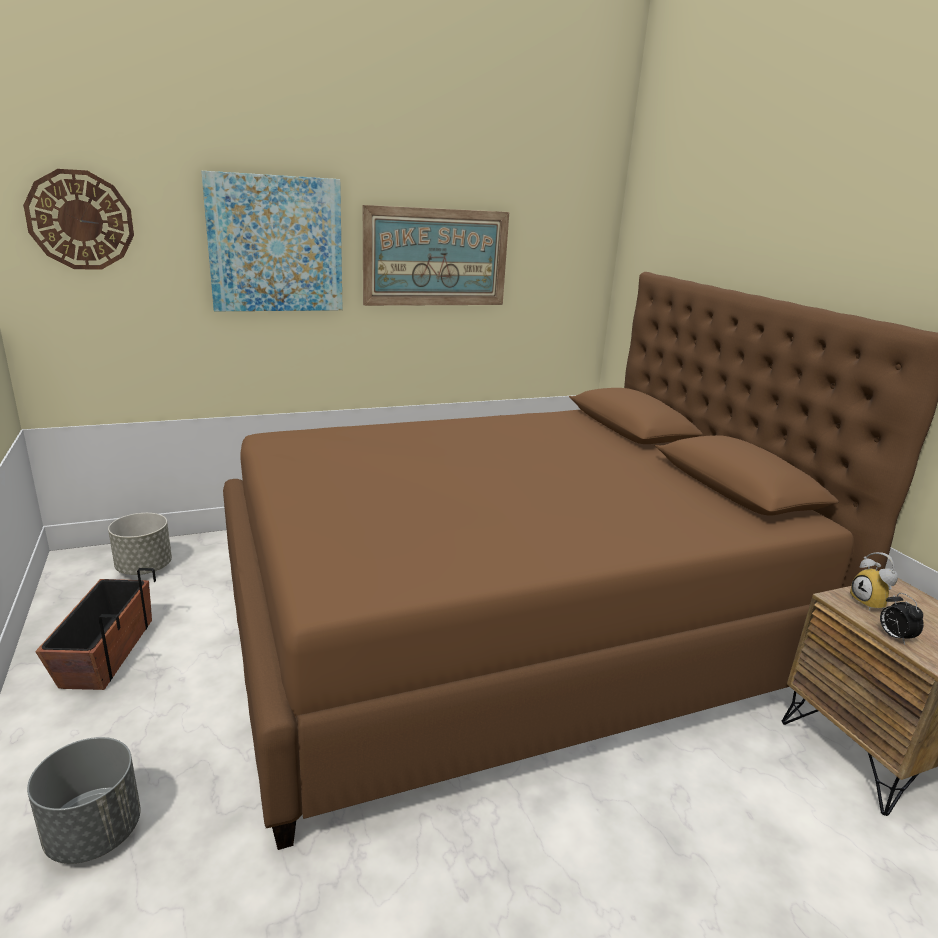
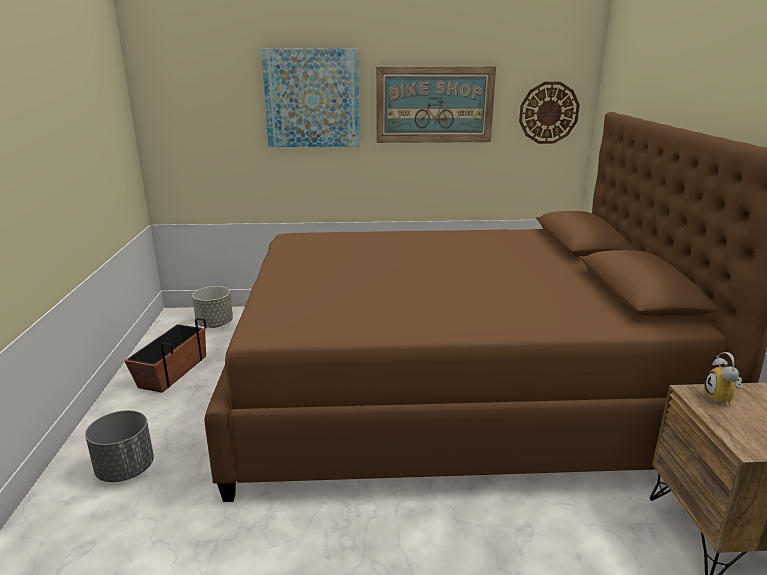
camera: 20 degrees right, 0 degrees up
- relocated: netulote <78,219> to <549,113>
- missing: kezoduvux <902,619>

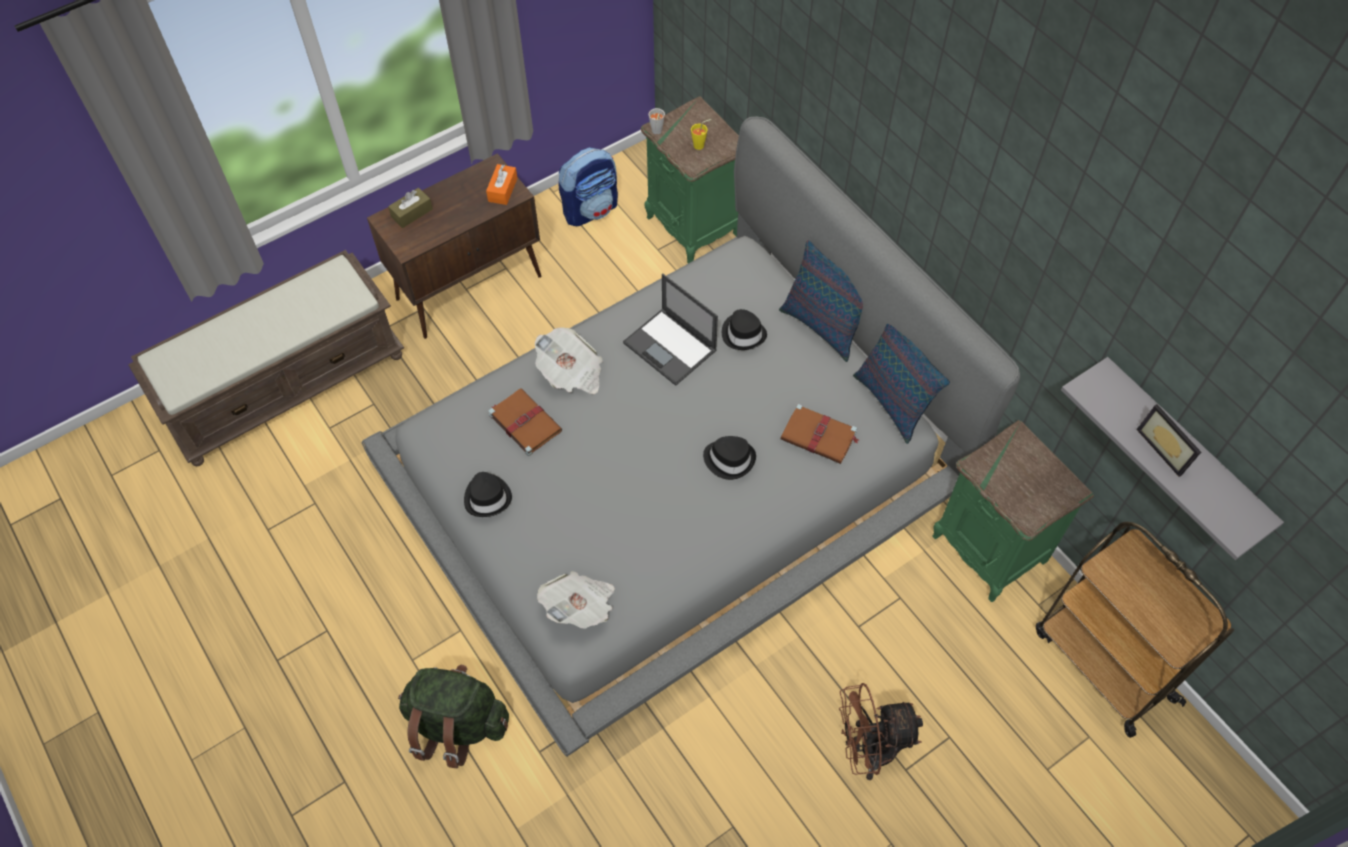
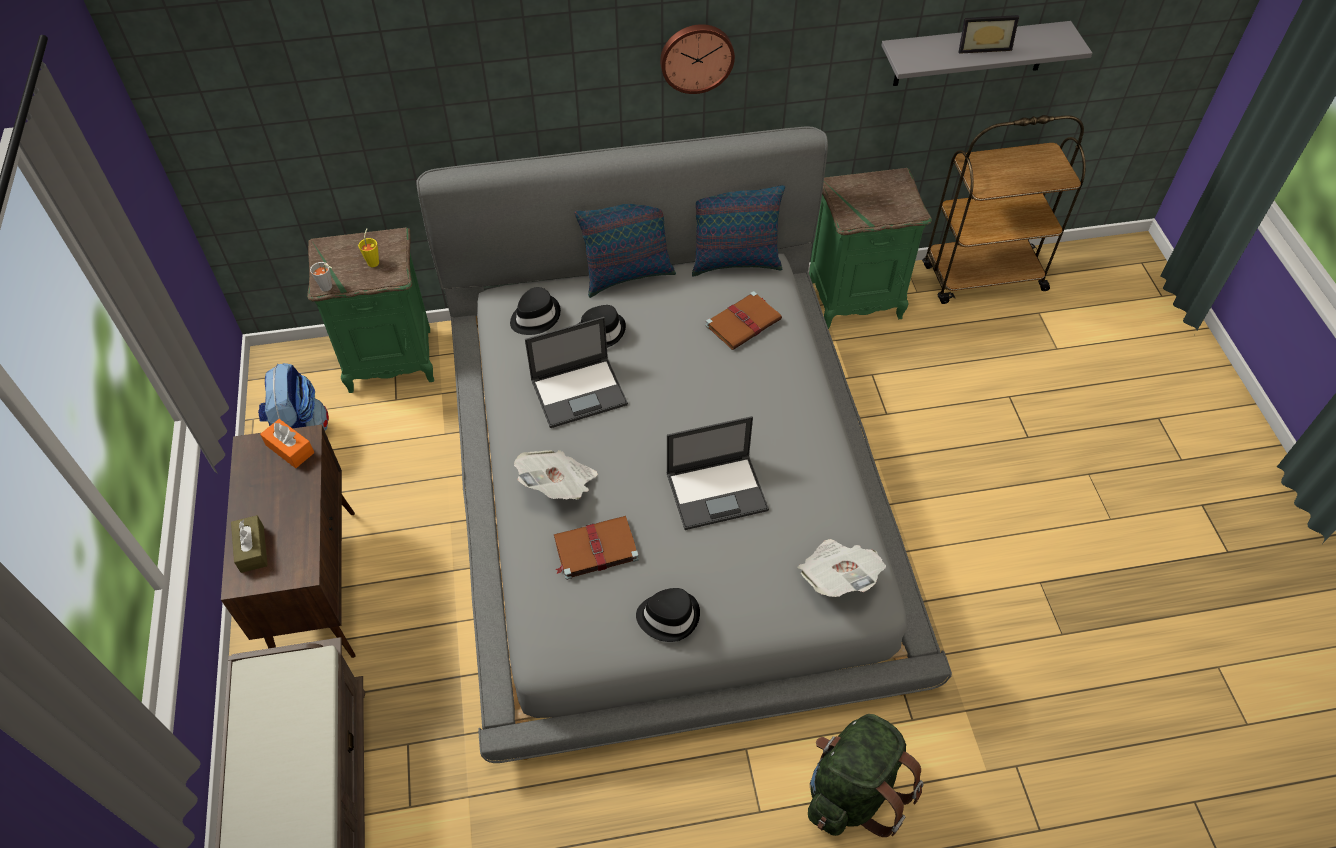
camera: 65 degrees left, 5 degrees down
- relocated: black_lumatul <729,458> to <535,311>
- appeared: netulote <697,59>
- appeared: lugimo <718,473>
- missing: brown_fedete <881,731>

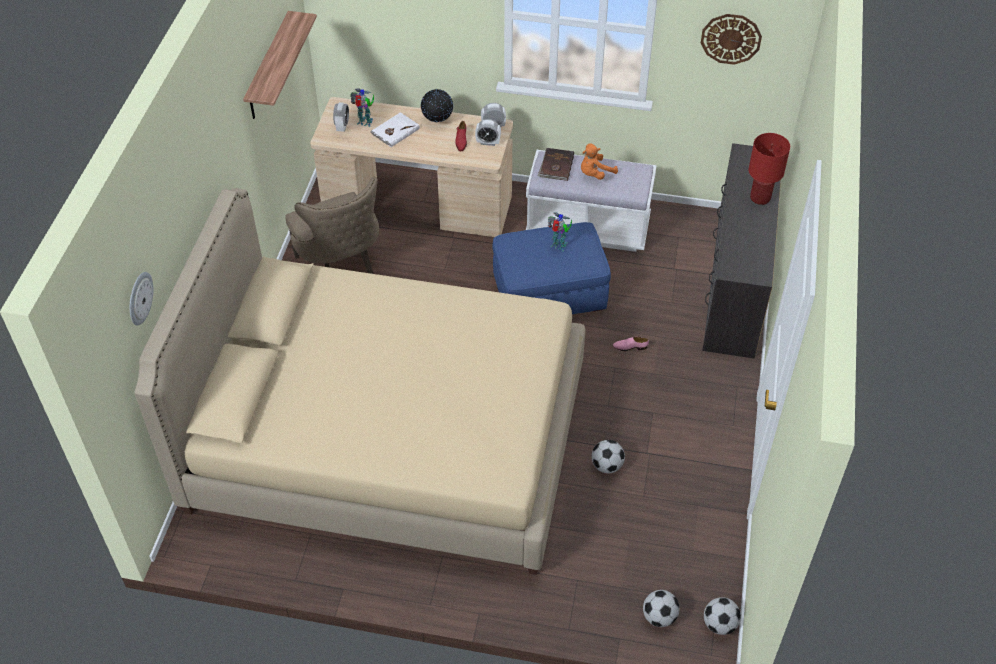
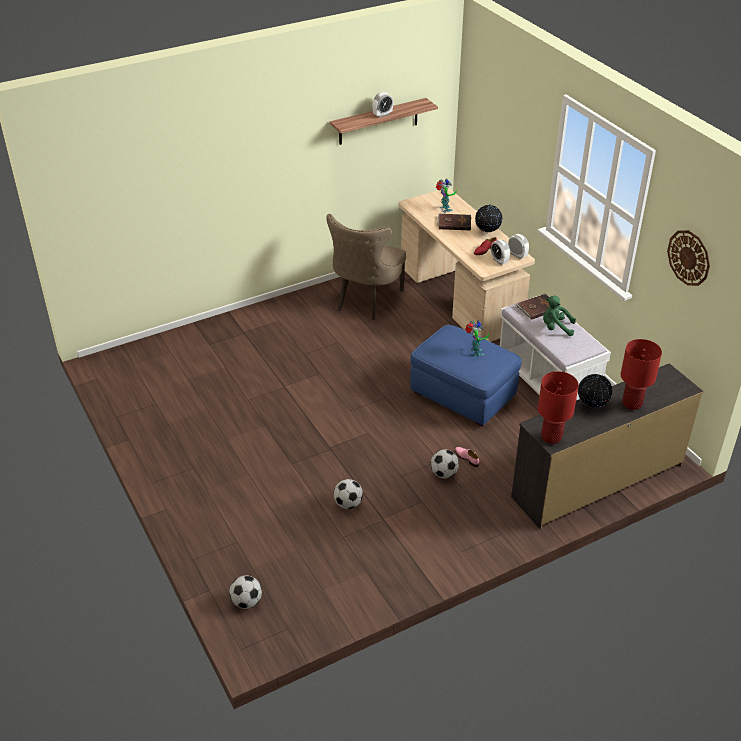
camera: 50 degrees right, 10 degrees down
- relocated: kezoduvux <341,117> to <382,105>
- relocated: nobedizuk <722,616> to <445,463>
- colour: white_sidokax <395,129> to brown_sidokax <454,222>
- appeared: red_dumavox <558,407>
- colour: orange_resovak <599,161> to green_resovak <559,316>
- appeared: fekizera <595,391>
- missing: netulote <141,298>
- missing: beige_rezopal <360,381>

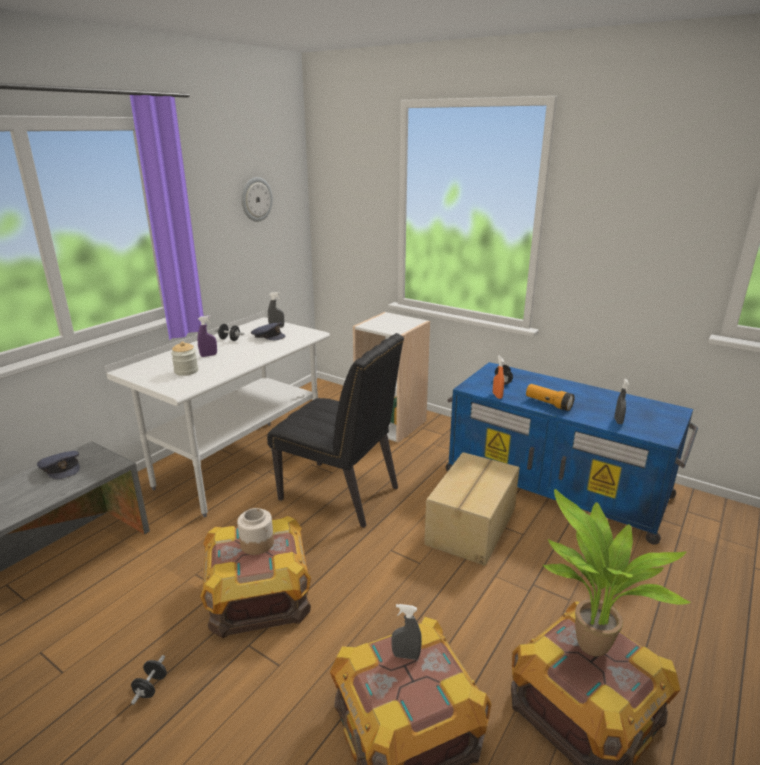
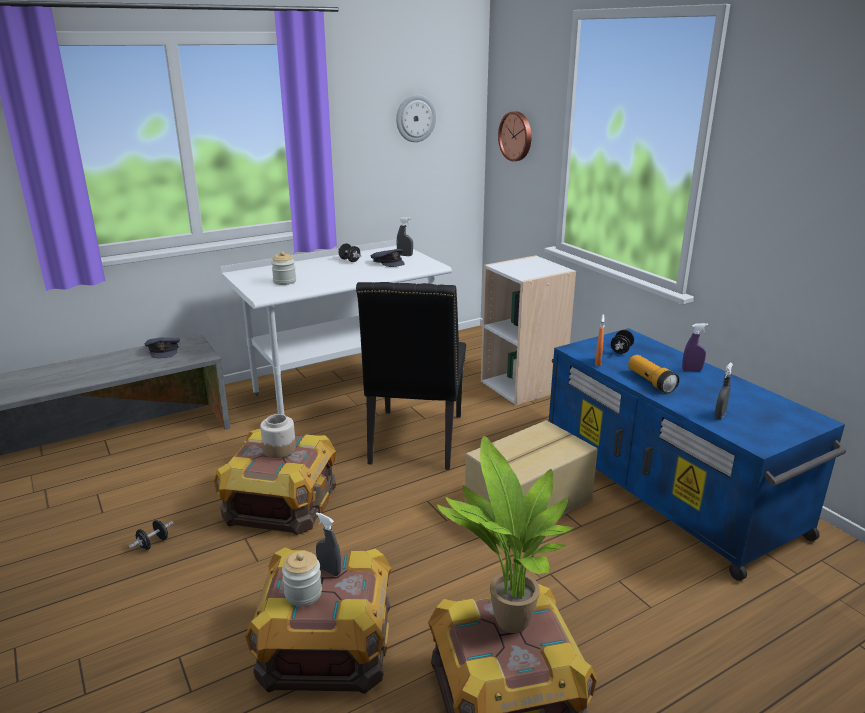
camera: 25 degrees right, 0 degrees up
- appeared: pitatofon <302,578>
- spun: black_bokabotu <335,430> = <411,376> 45 degrees clockwise
- appeared: netulote <515,136>
- relocated: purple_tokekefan <207,336> to <695,347>

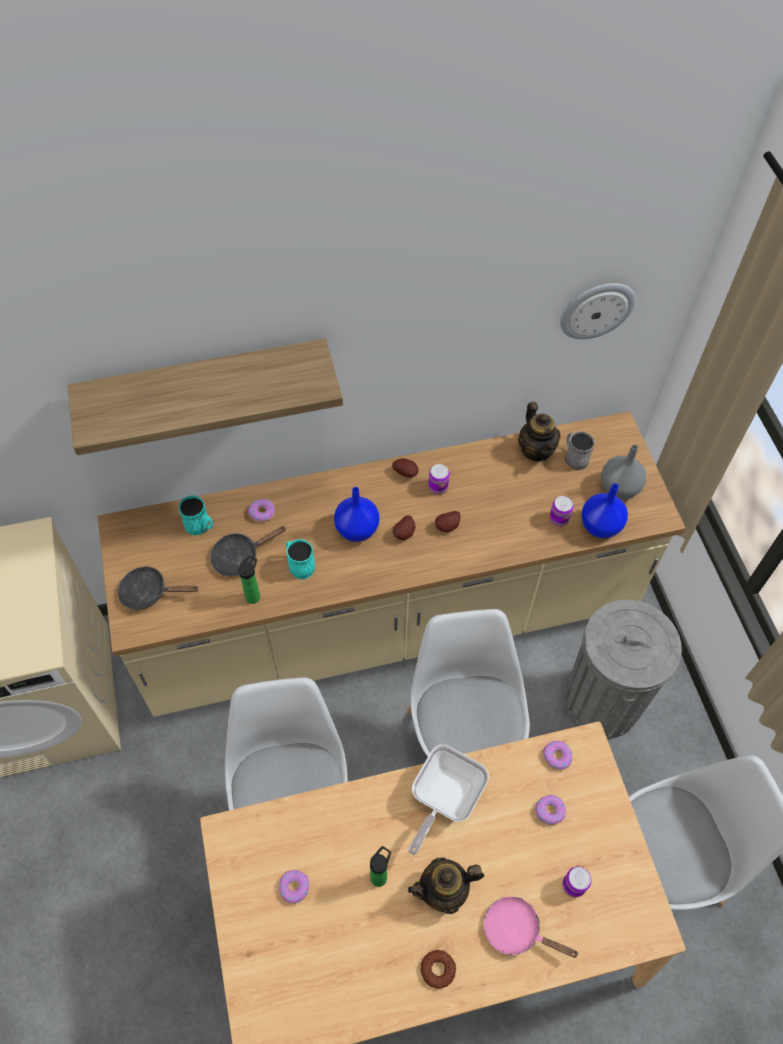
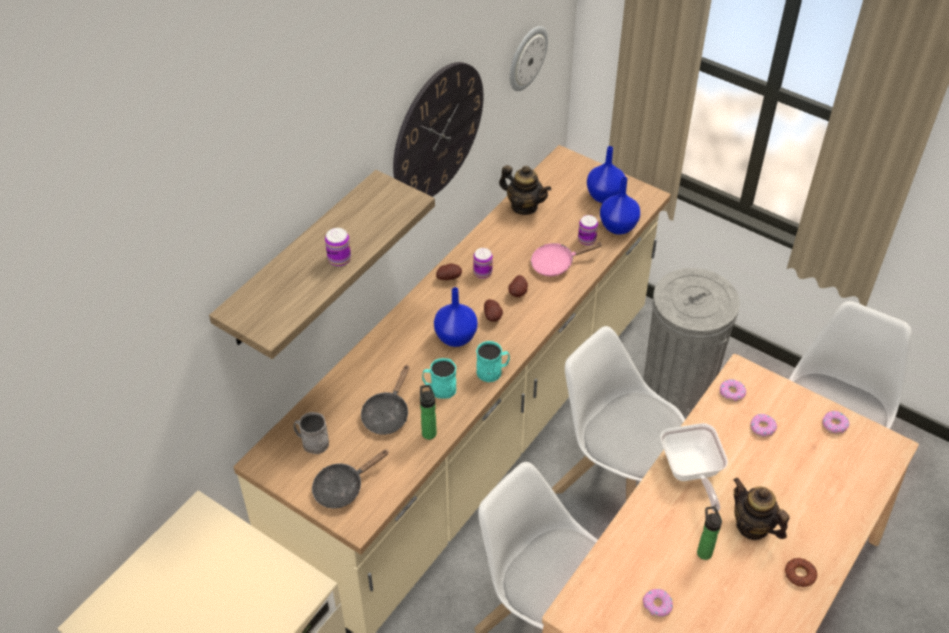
camera: 40 degrees left, 10 degrees down
- relocated: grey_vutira <580,450> to <311,433>
- relocated: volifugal <577,881> to <338,247>
- appeared: netulote <438,129>
- relocated: turquoise_vutira <196,515> to <493,361>
- relocated: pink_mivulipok <531,927> to <567,259>
- colour: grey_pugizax <623,472> to blue_pugizax <606,174>
- spun: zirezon <446,886> = <761,509> 105 degrees clockwise
- relocated: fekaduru <261,510> to <835,422>

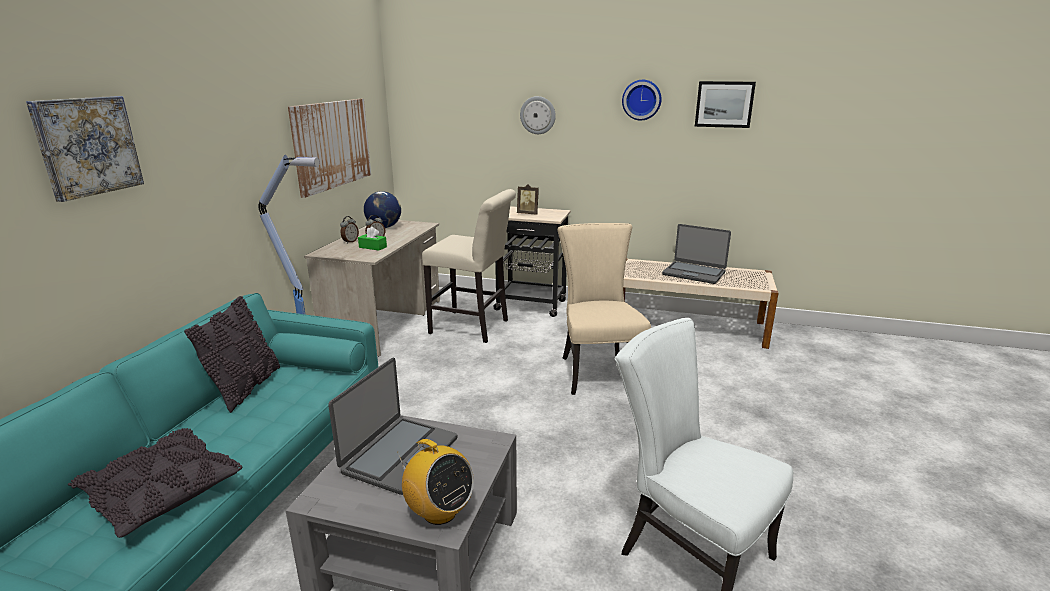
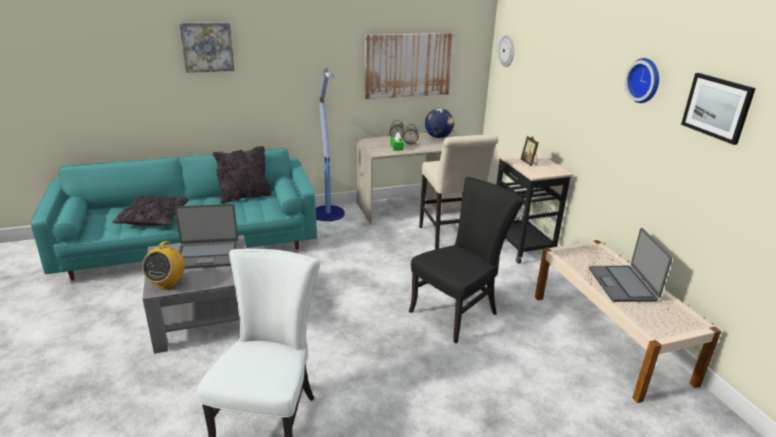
camera: 55 degrees right, 5 degrees up
- colour: beige_bokabotu <604,309> to black_bokabotu <466,260>
- relocated: netulote <538,115> to <506,51>

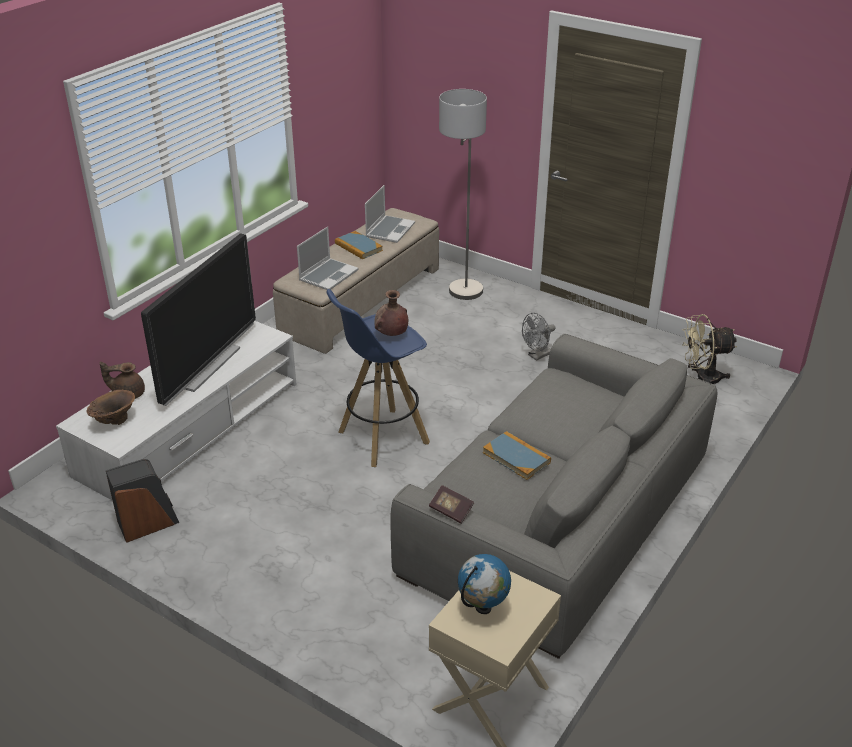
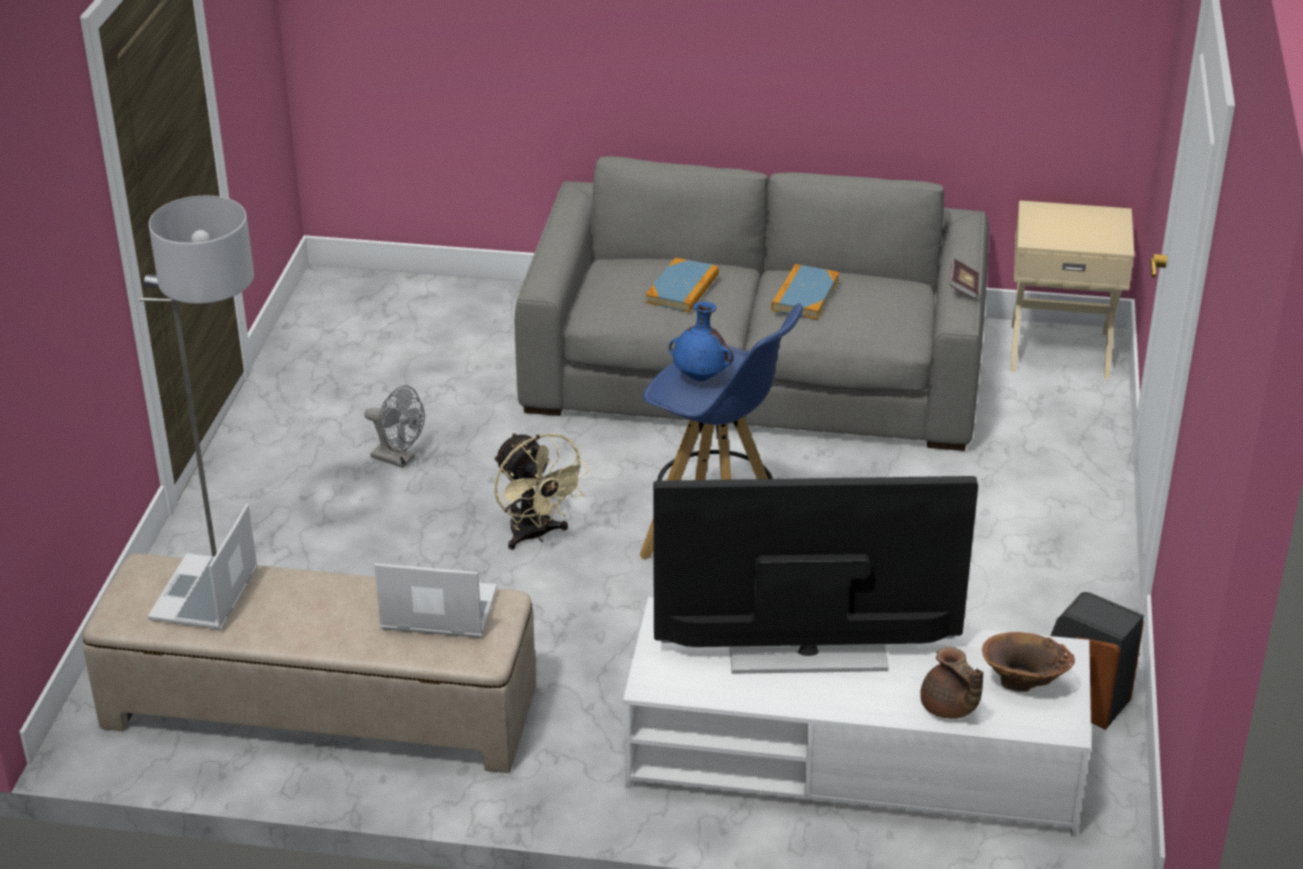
camera: 115 degrees left, 0 degrees up
- spun: lugimo <390,214> = <203,567> 75 degrees counterclockwise
- relocated: beige_fedete <709,349> to <542,491>
- relocated: sidokax <359,245> to <682,285>
- colour: brown_pugizax <391,313> to blue_pugizax <701,341>
- missing: fekizera <484,584>

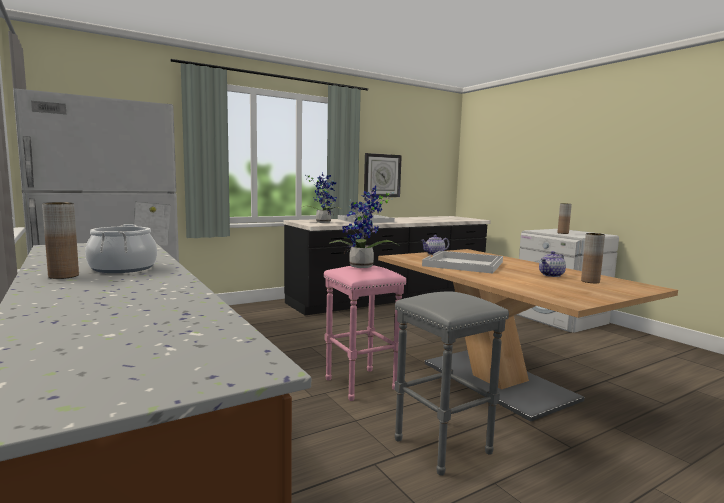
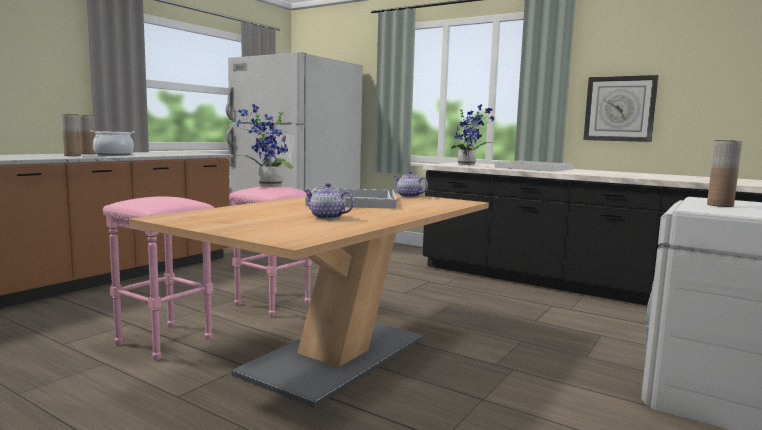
camera: 65 degrees right, 0 degrees up
- relocated: brown_pugizax <593,258> to <71,135>
- colour: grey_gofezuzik <452,383> to pink_gofezuzik <158,278>

